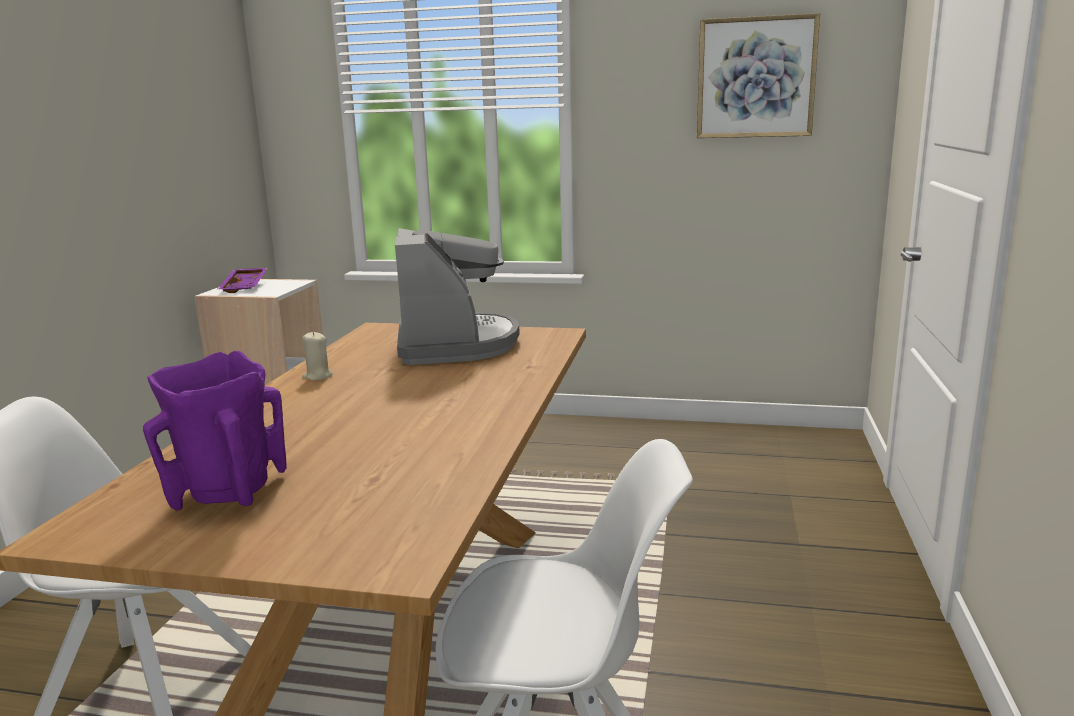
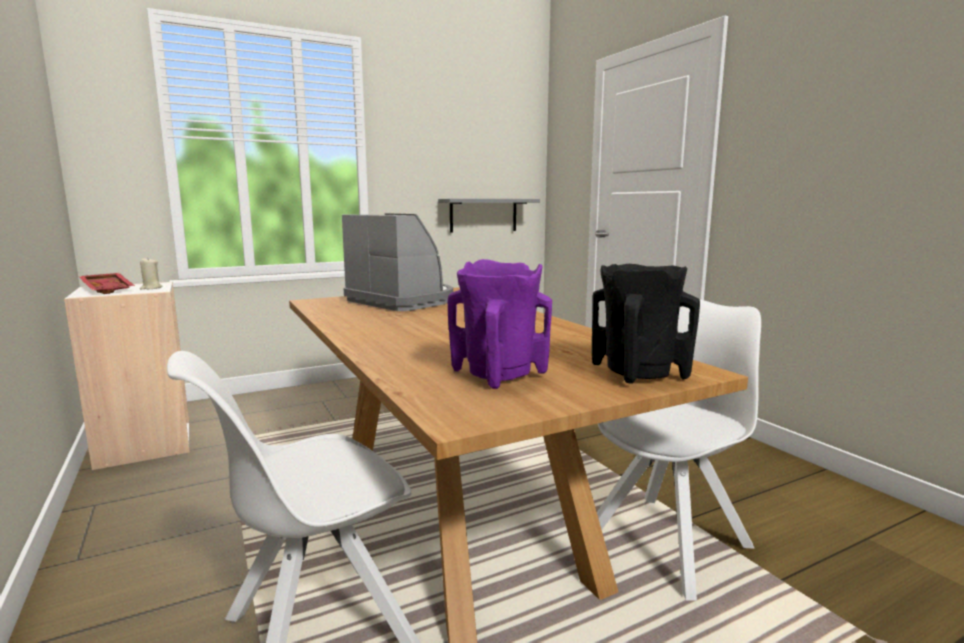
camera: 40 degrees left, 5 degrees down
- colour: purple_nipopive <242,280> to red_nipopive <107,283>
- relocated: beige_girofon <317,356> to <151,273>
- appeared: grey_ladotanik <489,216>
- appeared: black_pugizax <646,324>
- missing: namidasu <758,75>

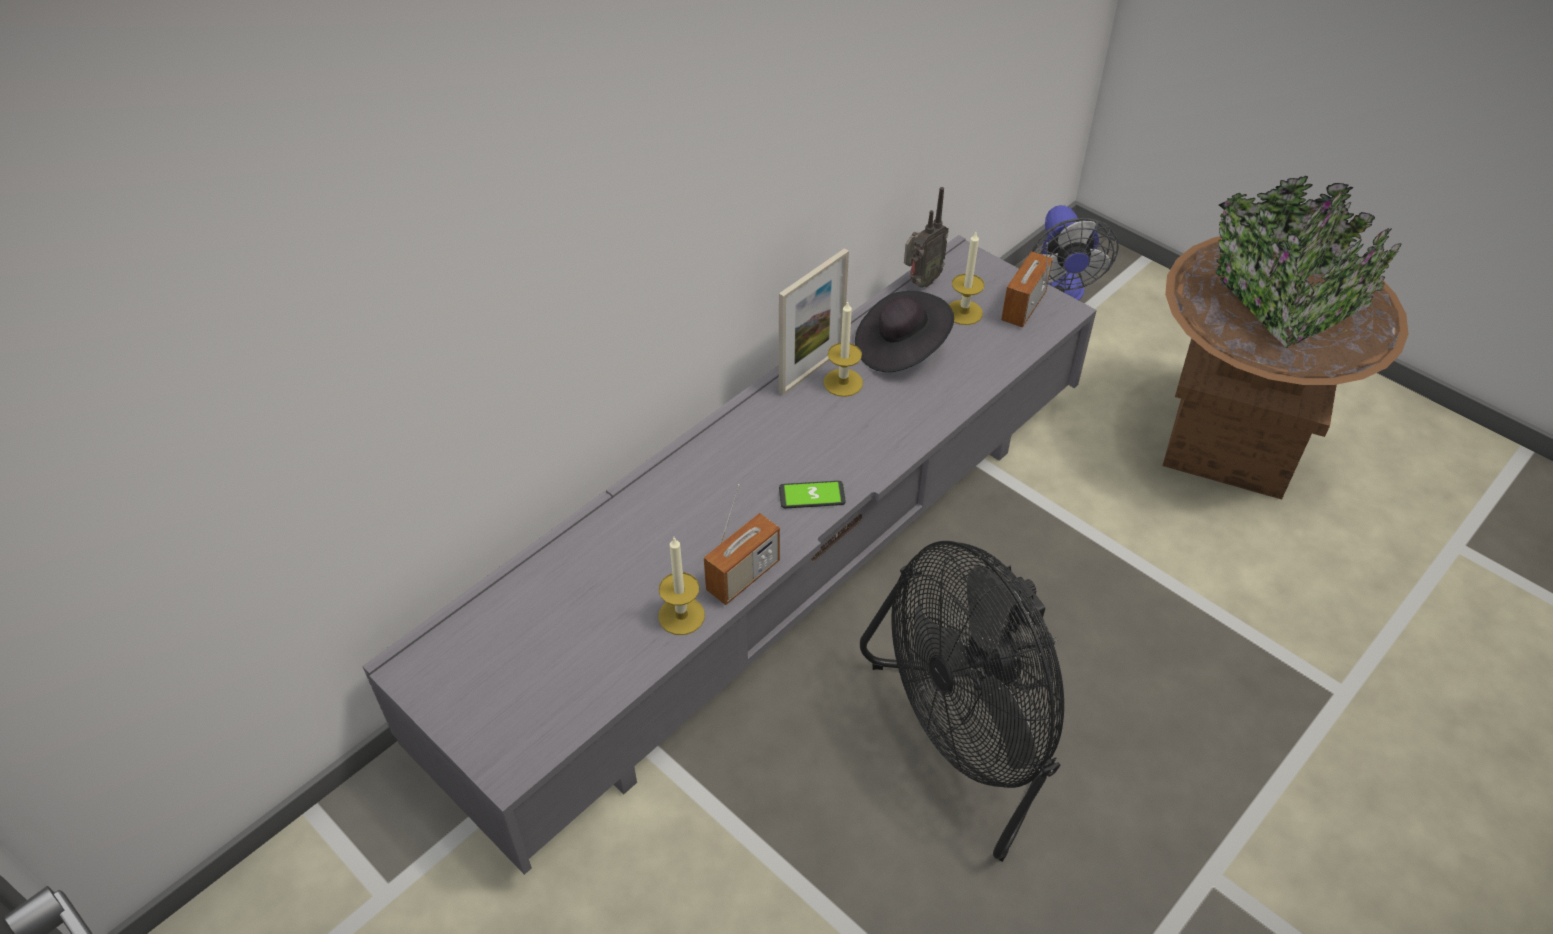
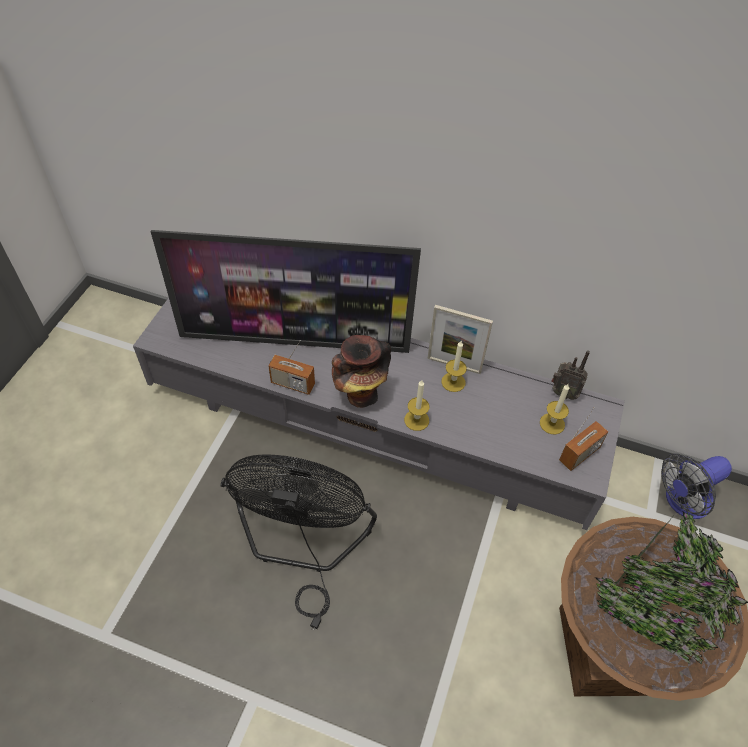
camera: 65 degrees right, 5 degrees up
- appeared: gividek <286,291>
- spun: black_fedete <962,701> = <298,543> 60 degrees clockwise
- exchanged: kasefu <812,495> to pugizax <361,371>
- relocated: girofon <681,586> to <416,405>
- spun: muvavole <1027,284> = <583,439> 135 degrees clockwise
- missing: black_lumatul <904,331>

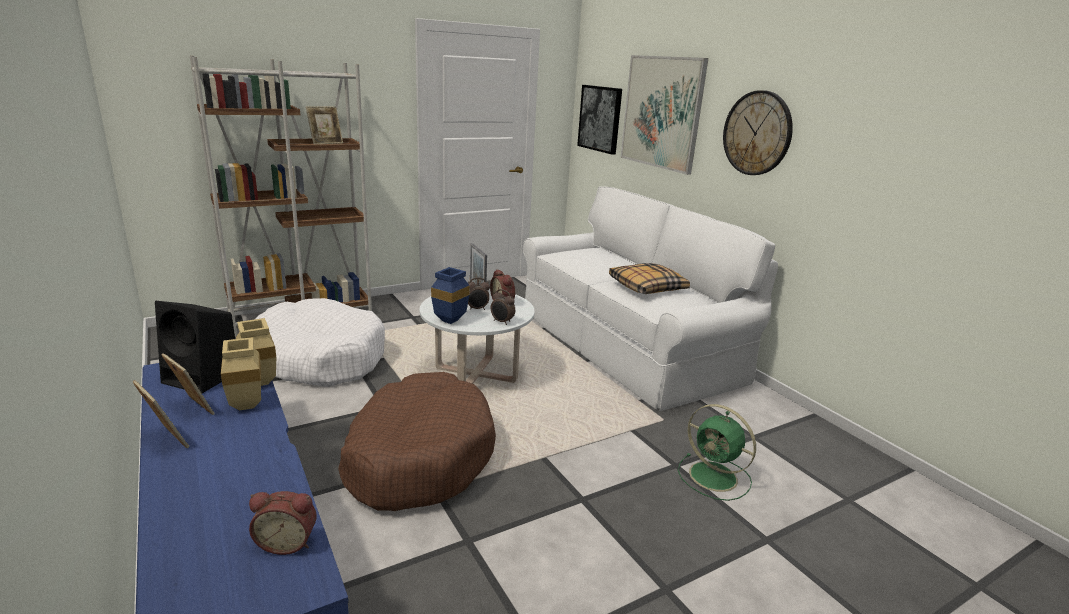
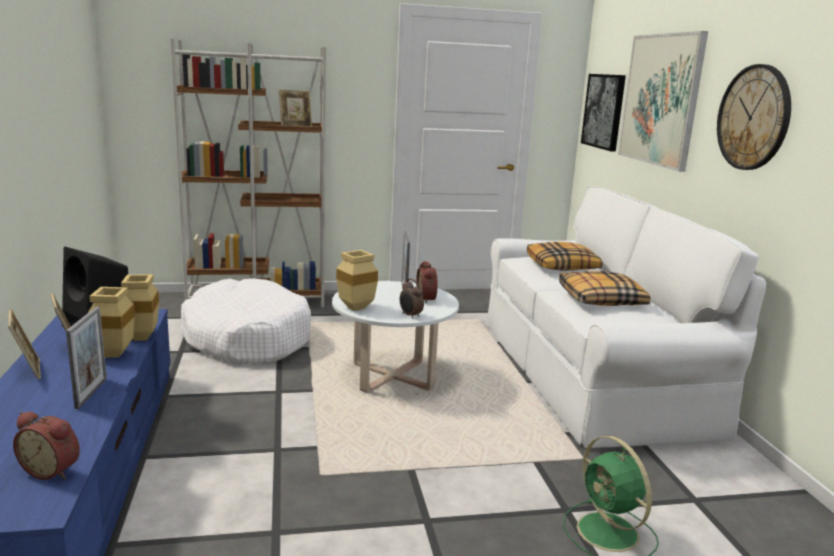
camera: 20 degrees right, 5 degrees down
- appeared: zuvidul <86,358>
- colour: blue_pugizax <450,295> to beige_pugizax <357,280>
- appeared: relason <564,256>
- missing: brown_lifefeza <417,441>
- missing: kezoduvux <479,294>

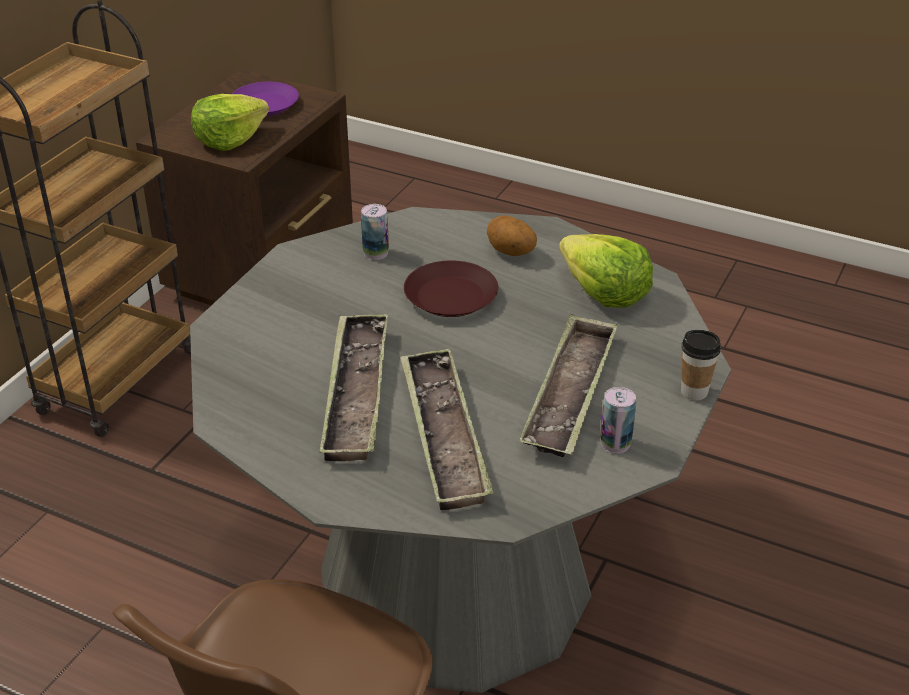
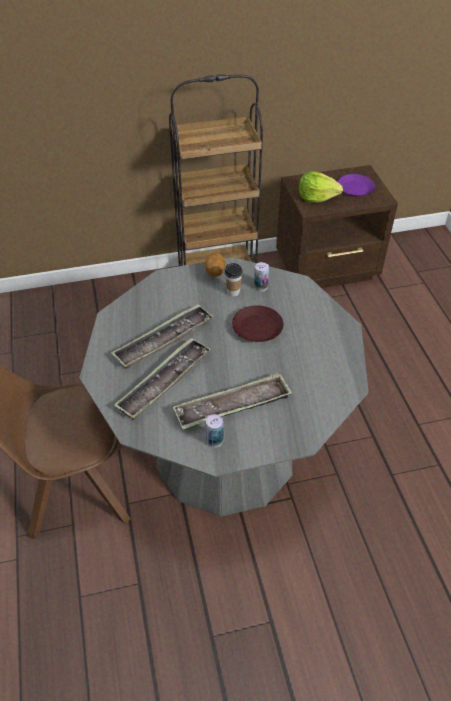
camera: 50 degrees right, 10 degrees up
- relocated: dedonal <512,235> to <215,264>
- relocated: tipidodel <701,365> to <234,280>
- missing: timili <606,270>

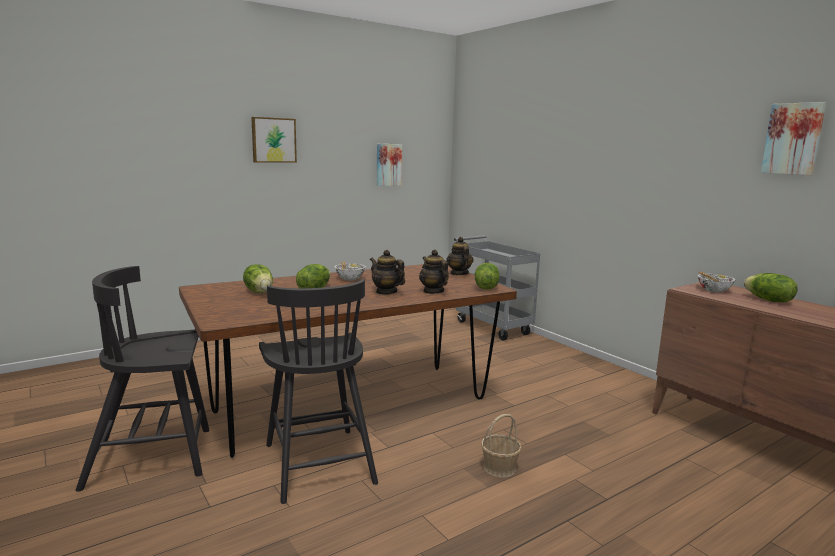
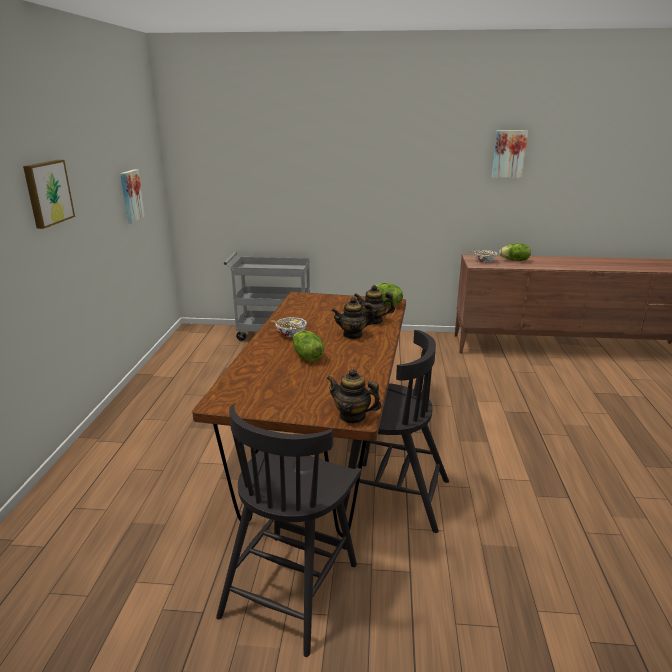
camera: 50 degrees left, 10 degrees up
- relocated: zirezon <459,256> to <353,396>
- missing: timili <258,278>
- missing: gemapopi <501,446>

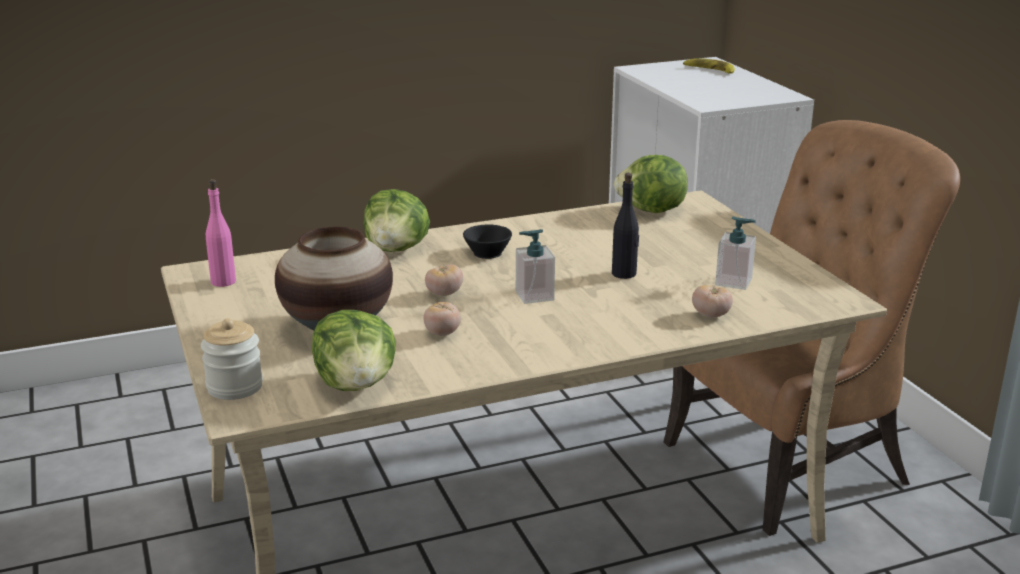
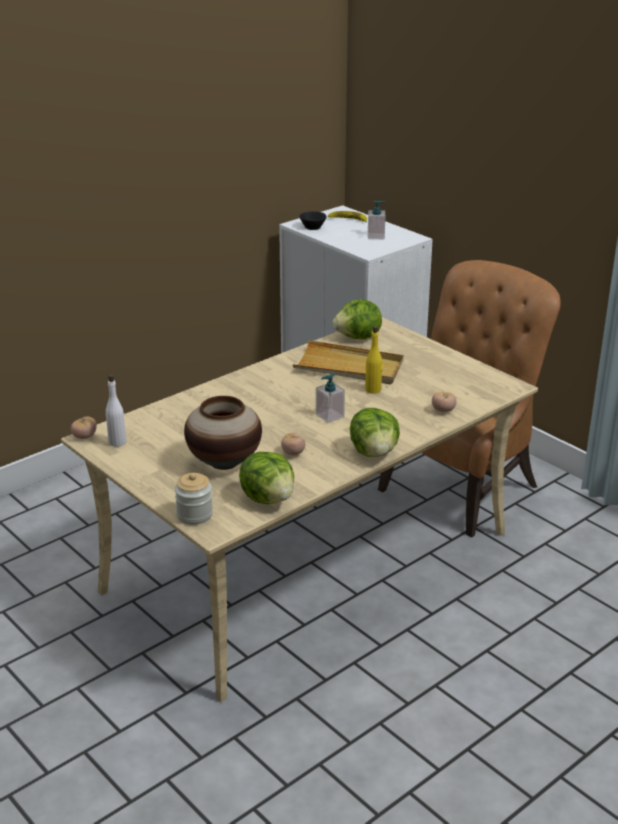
camera: 20 degrees left, 5 degrees up
- relocated: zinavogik <444,280> to <84,427>
- colour: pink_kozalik <221,233> to white_kozalik <116,411>
- appeared: beige_nipopive <348,362>
- relocated: black_tipidodel <487,242> to <313,220>
- relocated: timili <397,220> to <375,432>
- colour: black_kozalik <625,226> to yellow_kozalik <374,360>
- relocated: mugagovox <735,253> to <377,220>

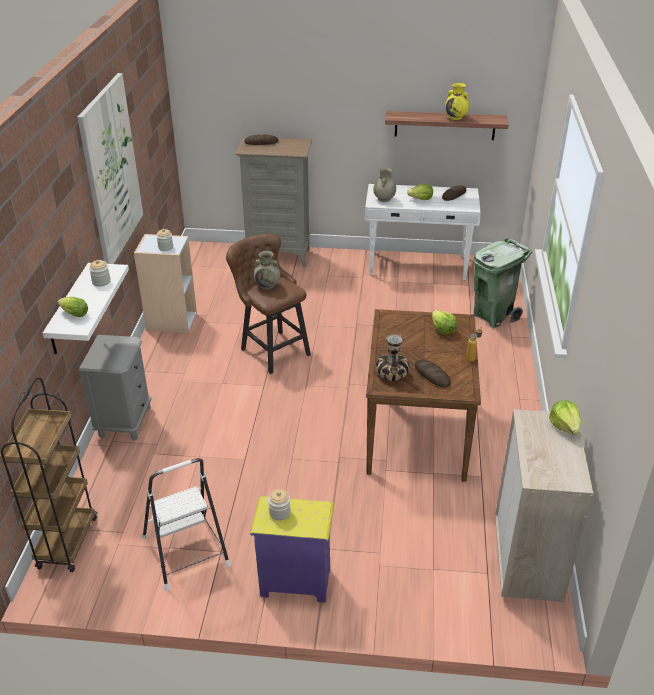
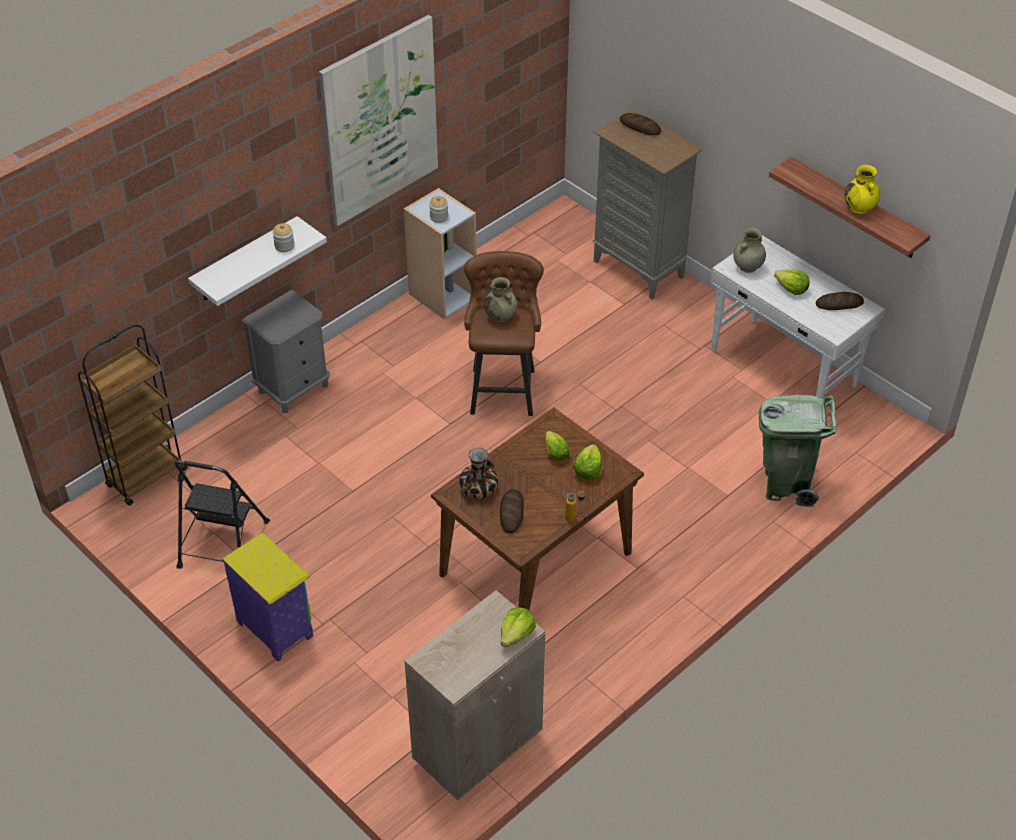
camera: 40 degrees right, 10 degrees up
- colour: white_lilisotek <186,524> to black_lilisotek <222,514>
- relocated: timili <72,307> to <557,446>
- missing: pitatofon <279,504>

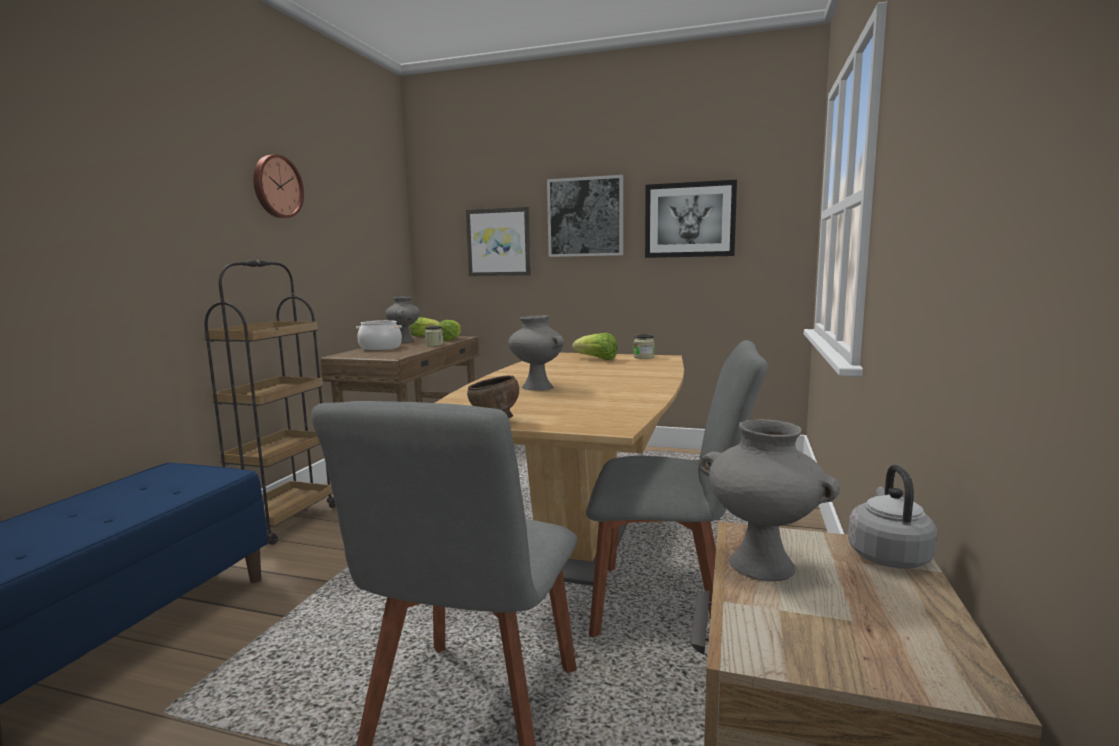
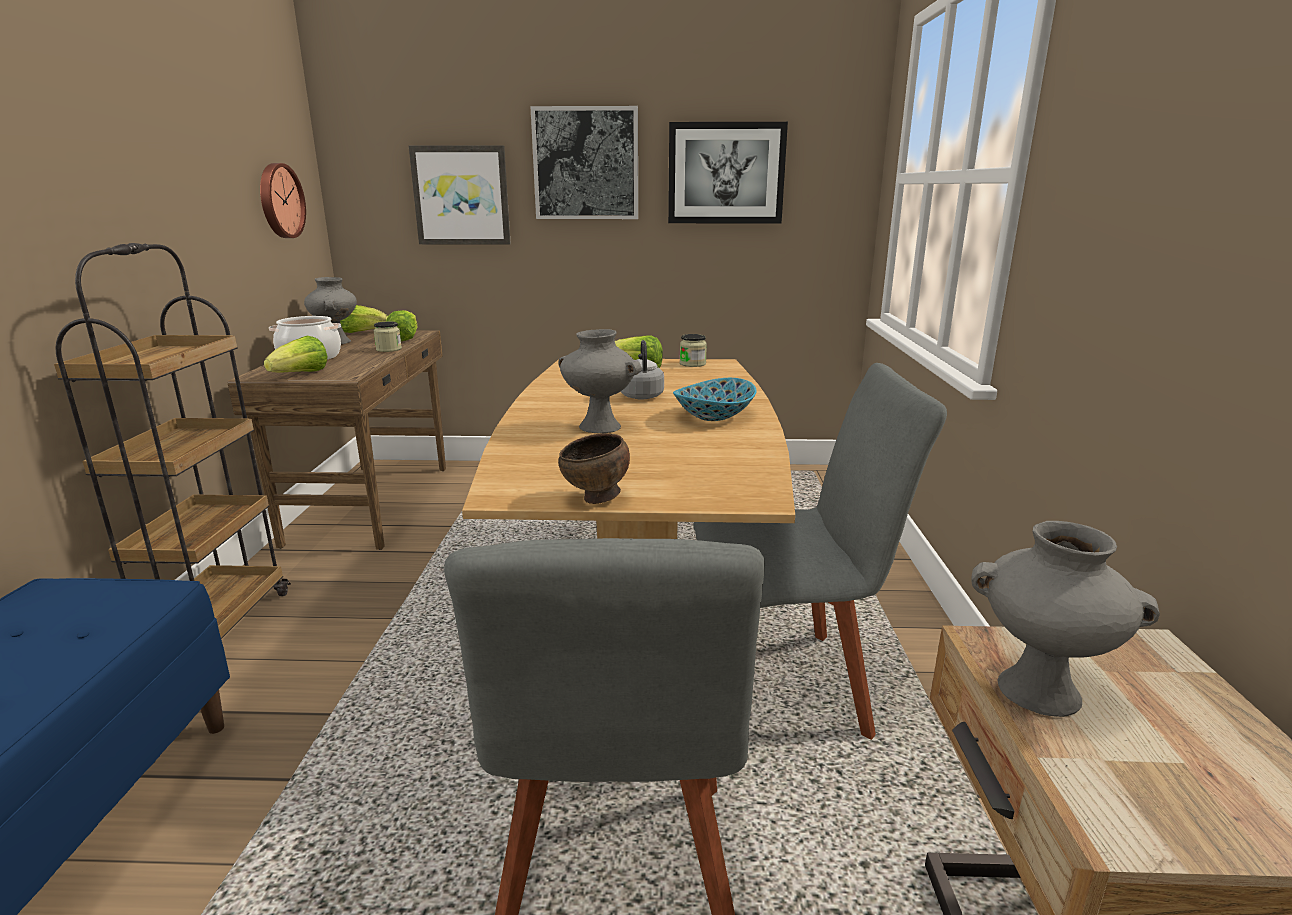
camera: 15 degrees left, 10 degrees up
- relocated: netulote <278,186> to <283,200>
- appeared: timili <296,354>
- relocated: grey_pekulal <892,516> to <642,369>
- appeared: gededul <715,399>

